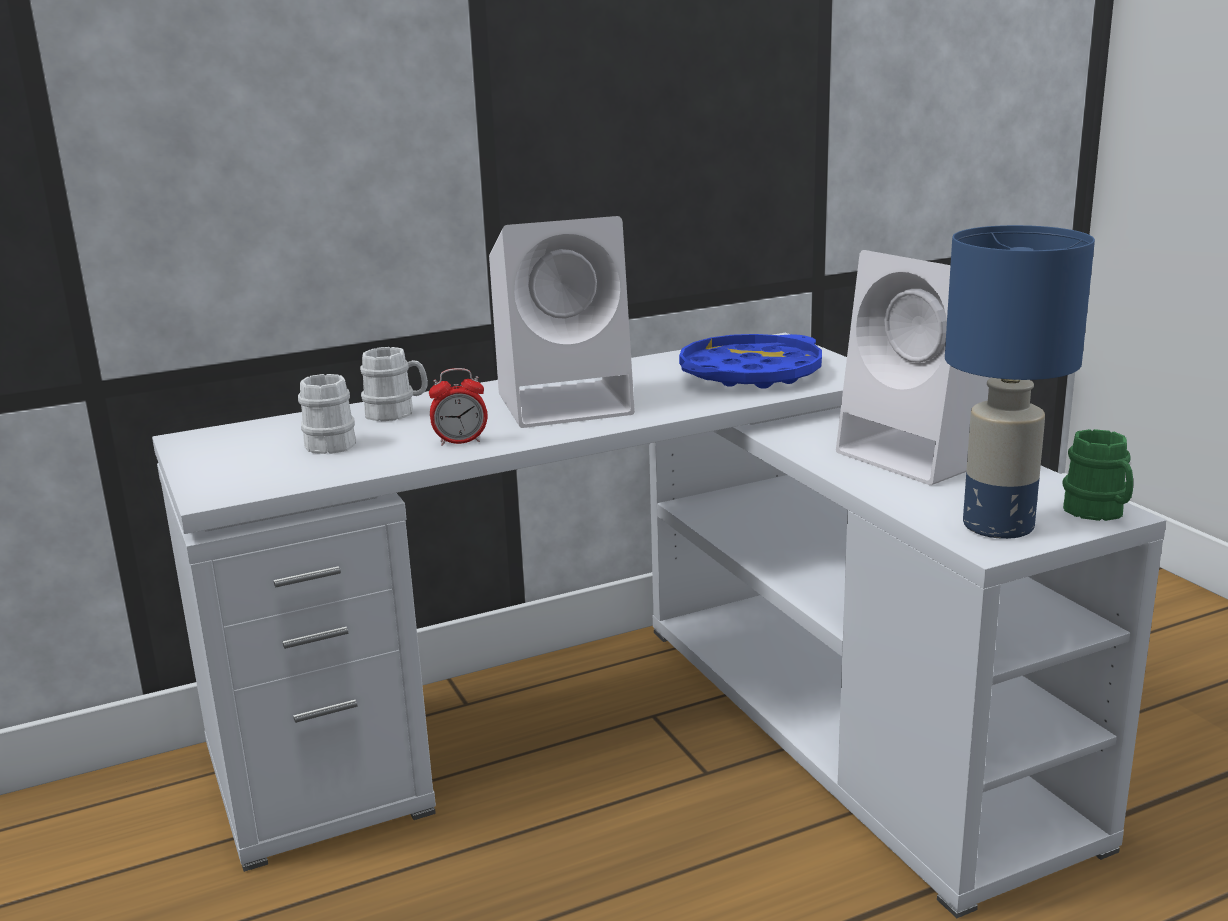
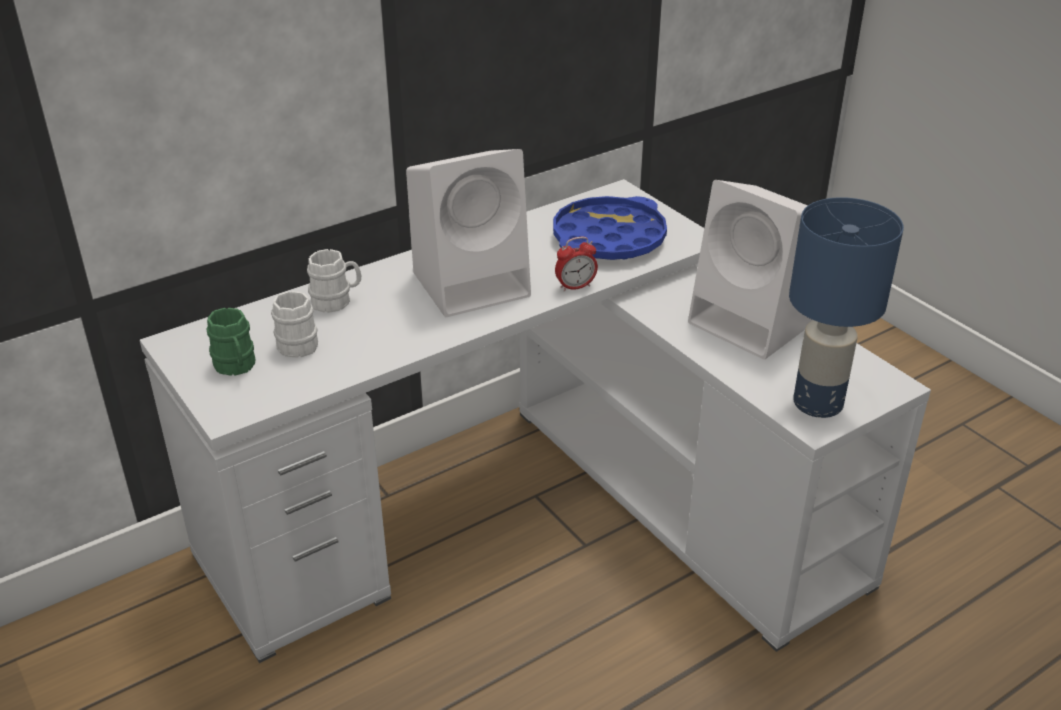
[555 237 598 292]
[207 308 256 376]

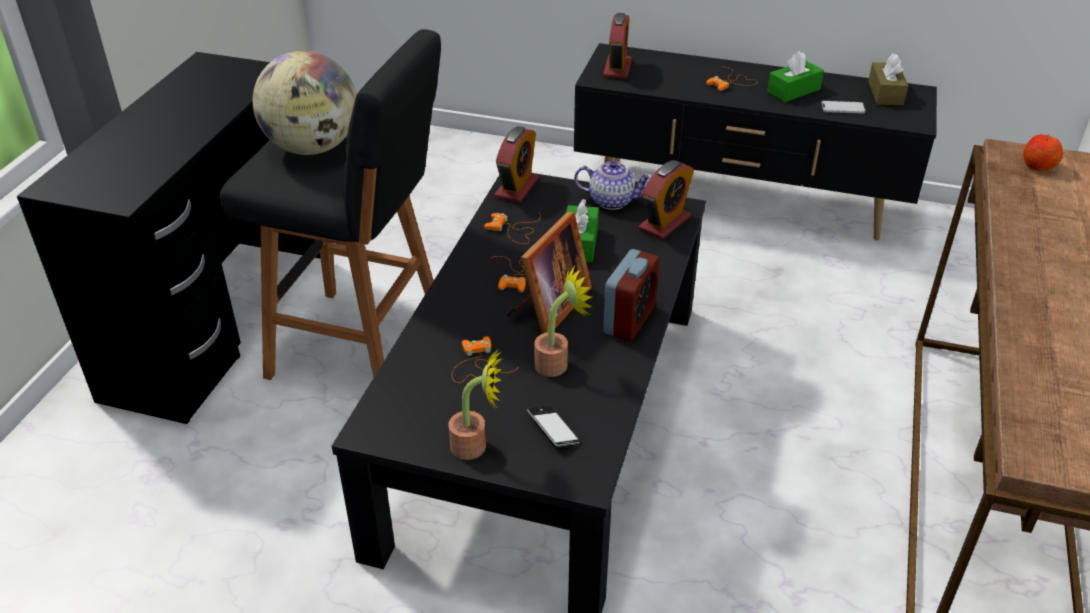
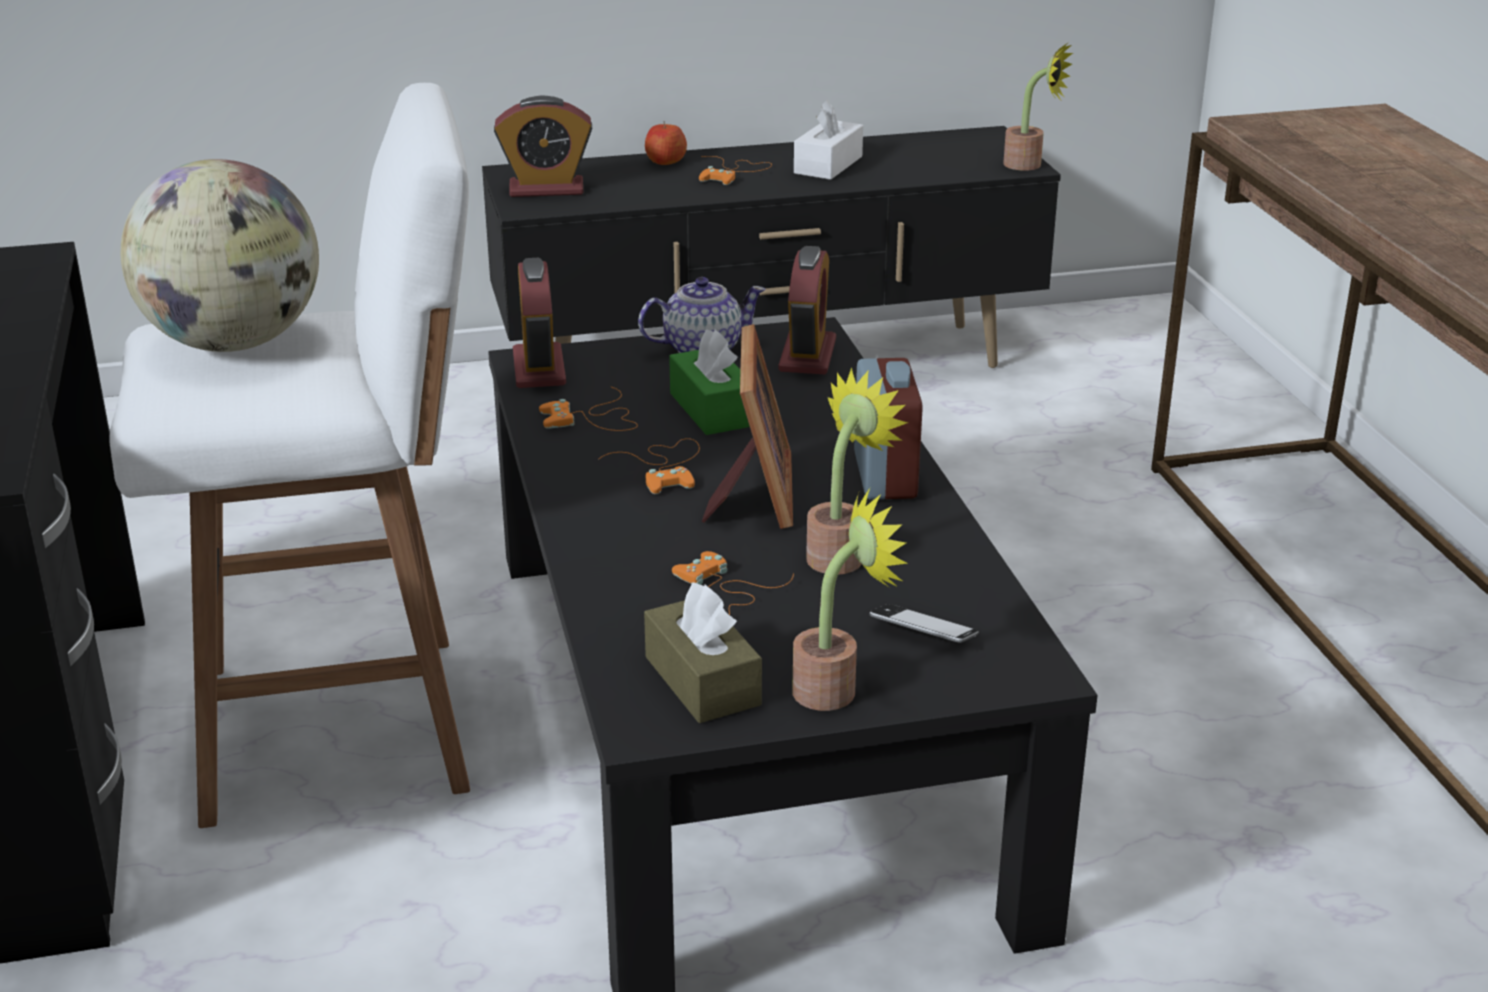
[821 101 866 114] (first image)
[1003 42 1073 171]
[644 583 762 723]
[645 122 687 165]
[109 83 470 828]
[794 99 863 180]
[494 95 592 197]

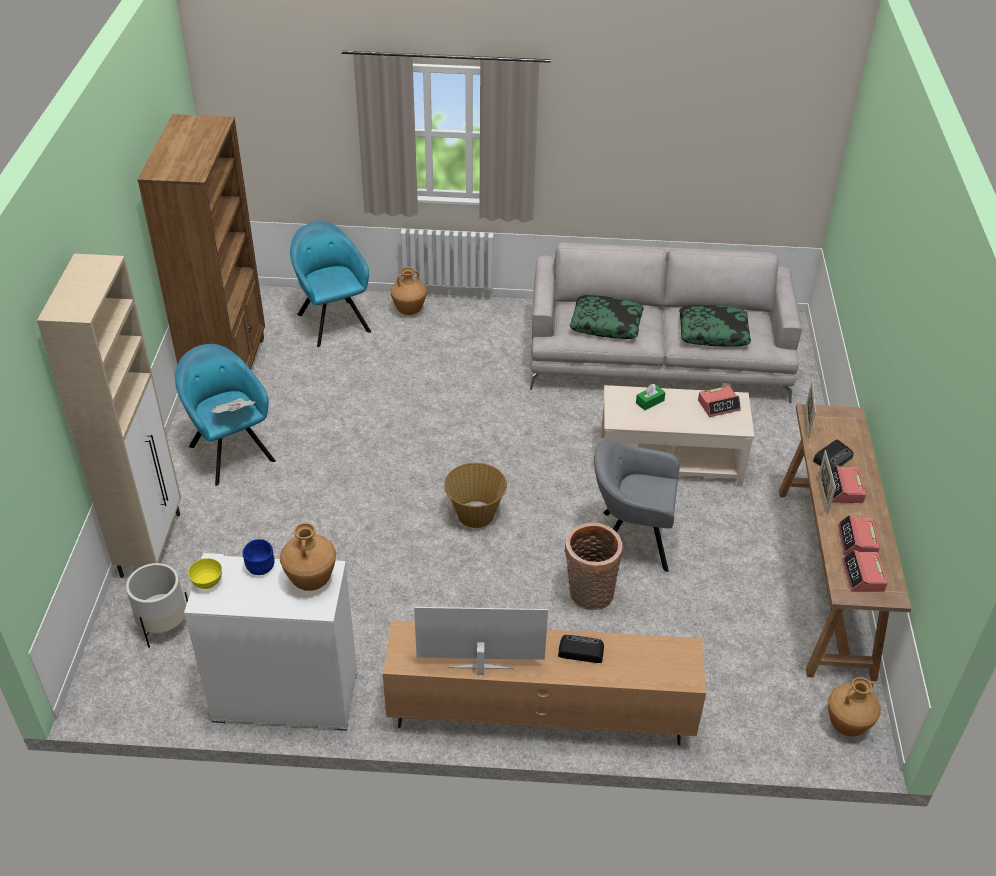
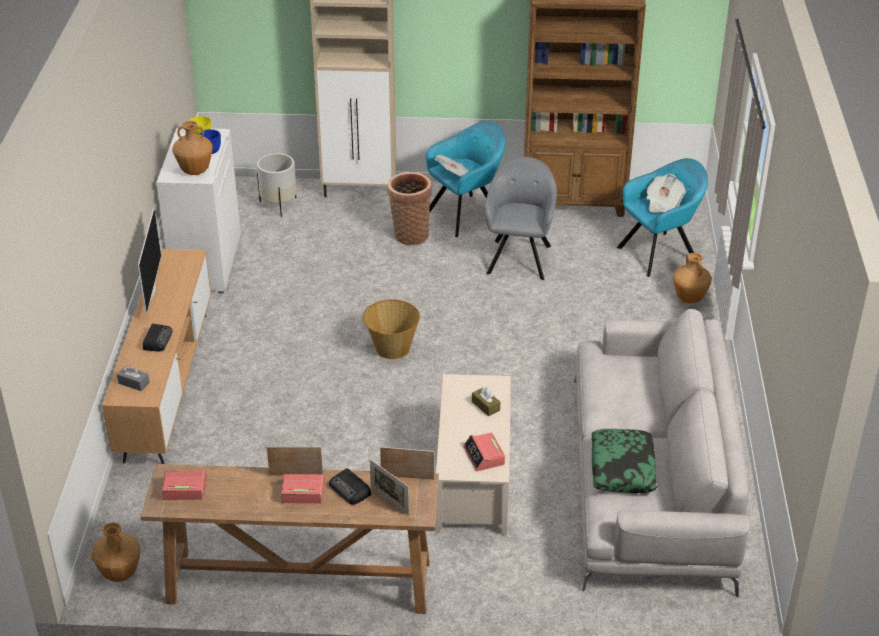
[570 295 644 339] (first image)
[838 515 880 555] (first image)
[117 366 150 391]
[370 459 409 515]
[646 174 686 213]
[387 172 432 245]
[484 157 557 280]
[472 387 500 416]

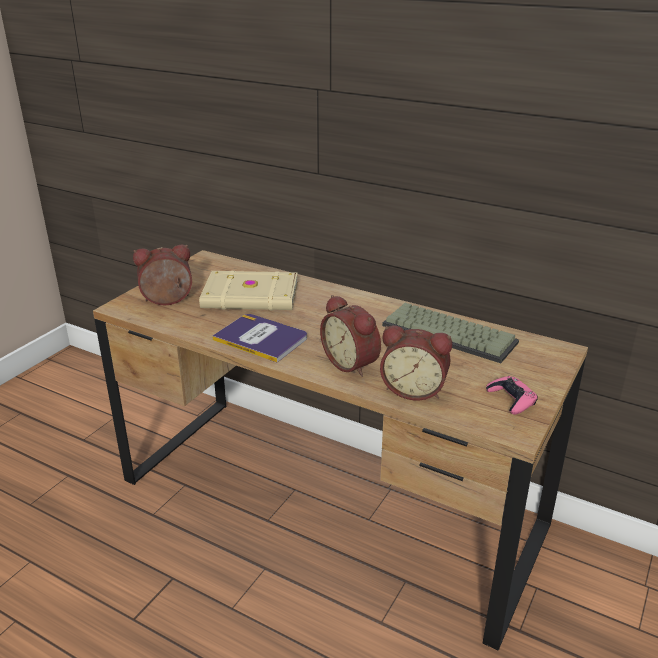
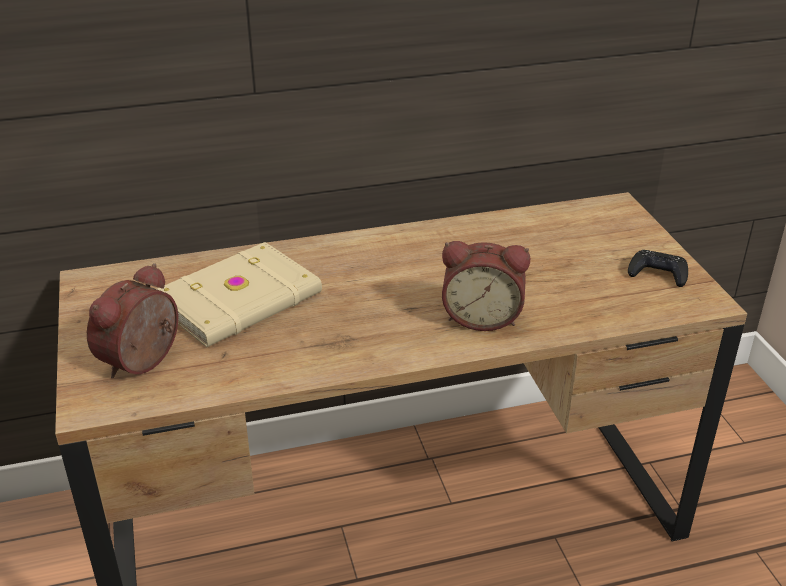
[212 314 307 363] (first image)
[380 325 452 401] (first image)
[382 303 519 363] (first image)
[628 250 688 287]

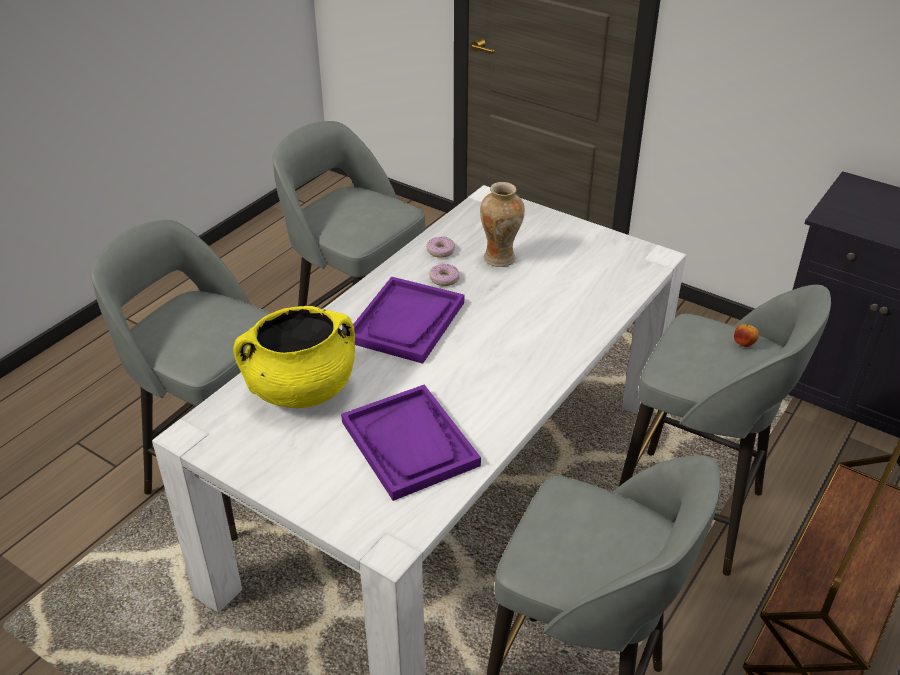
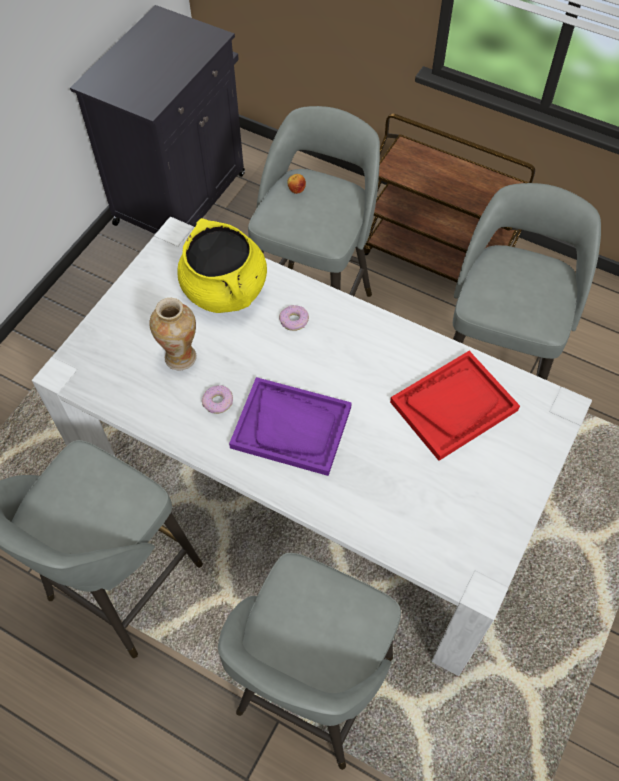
[177 218 267 313]
[279 305 309 331]
[390 351 520 461]

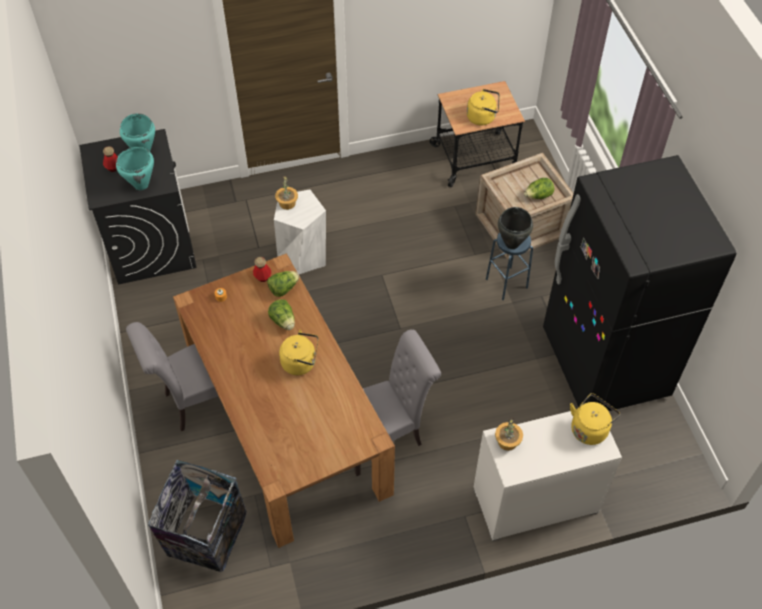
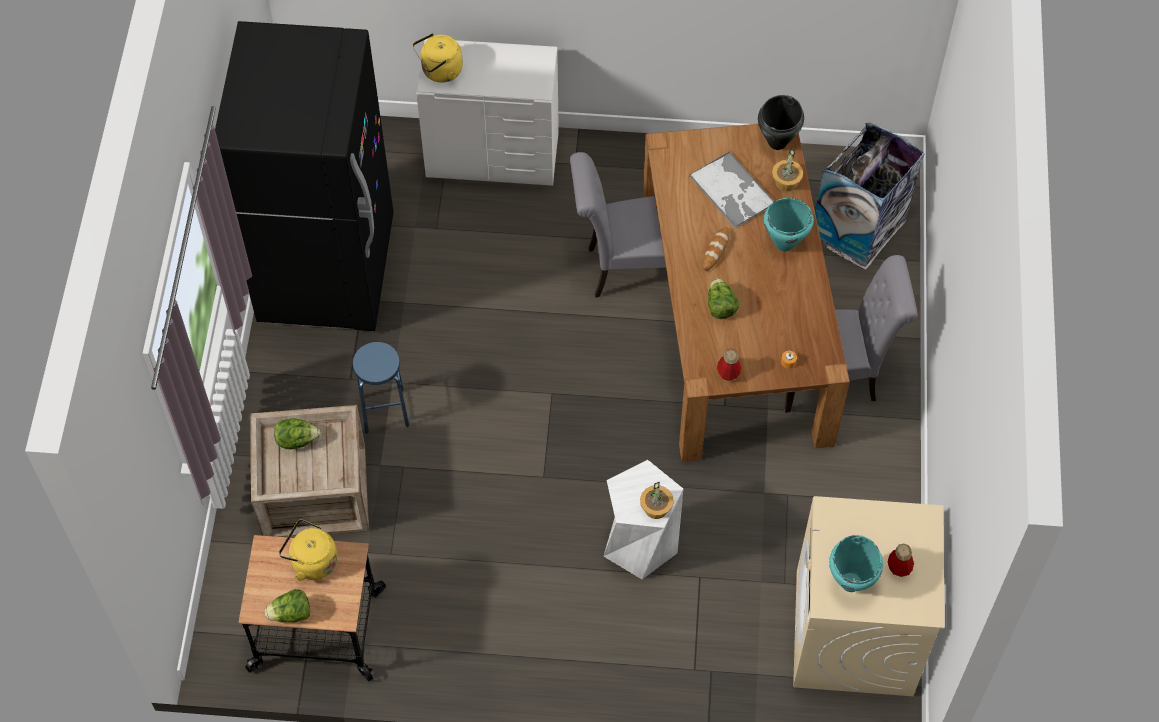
[689 151 774 229]
[764 198 814 252]
[265 589 310 622]
[772 148 803 192]
[758 95 804 150]
[702 227 730 271]
[793 496 945 696]

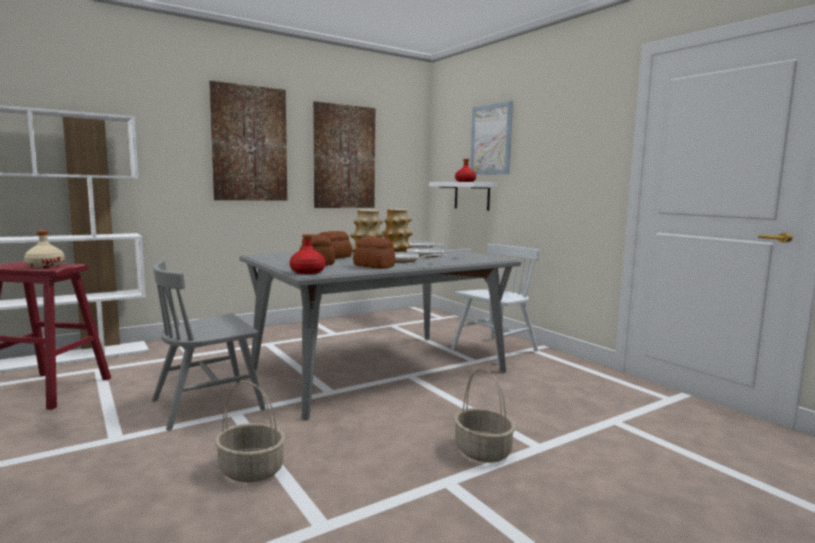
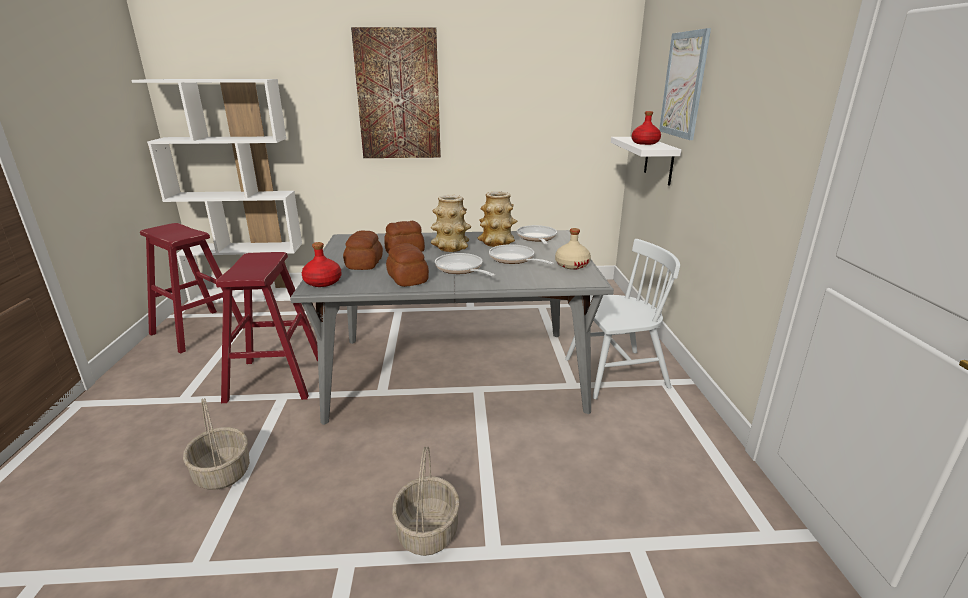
[313 101 375 208] (first image)
[555 228 591 270]
[216 252 318 403]

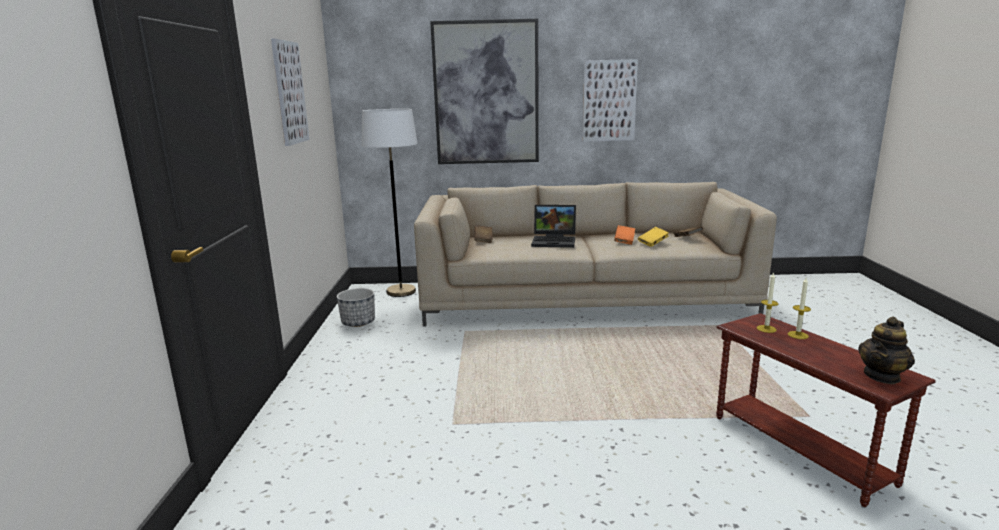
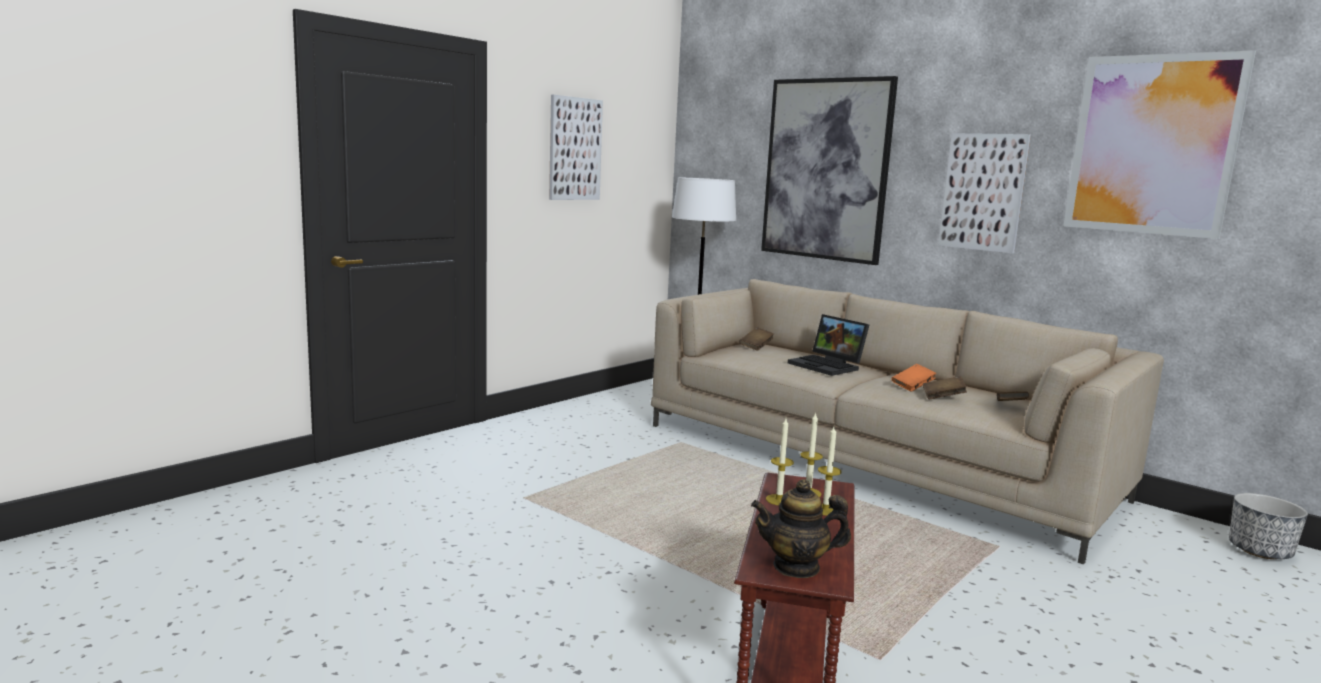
[766 418 794 505]
[1063 50 1256 239]
[1229 493 1308 559]
[923 376 967 399]

